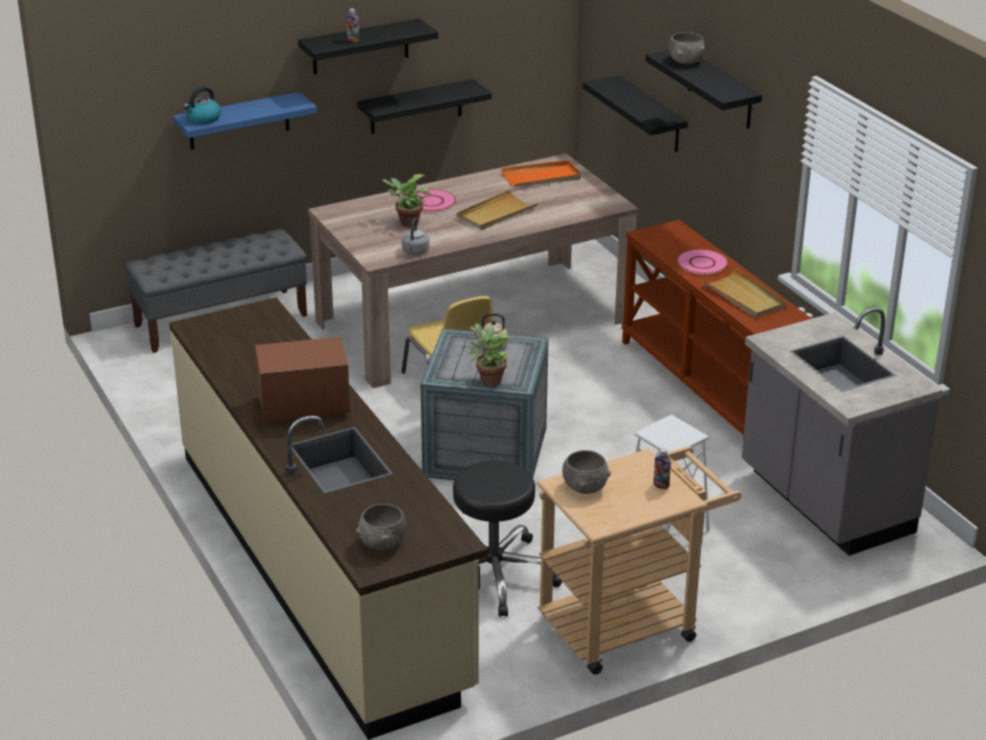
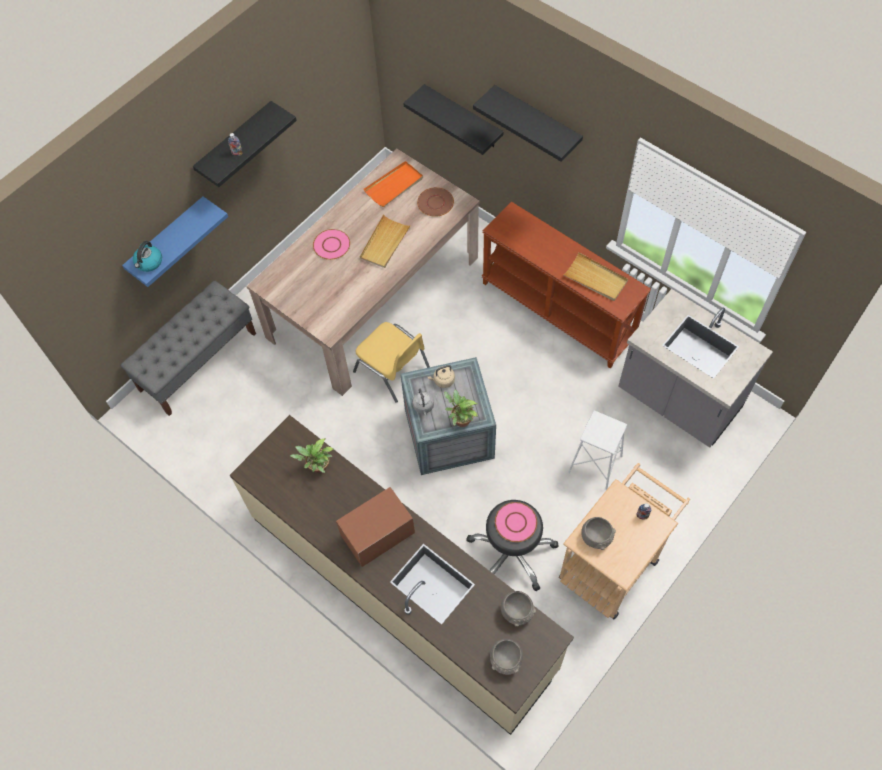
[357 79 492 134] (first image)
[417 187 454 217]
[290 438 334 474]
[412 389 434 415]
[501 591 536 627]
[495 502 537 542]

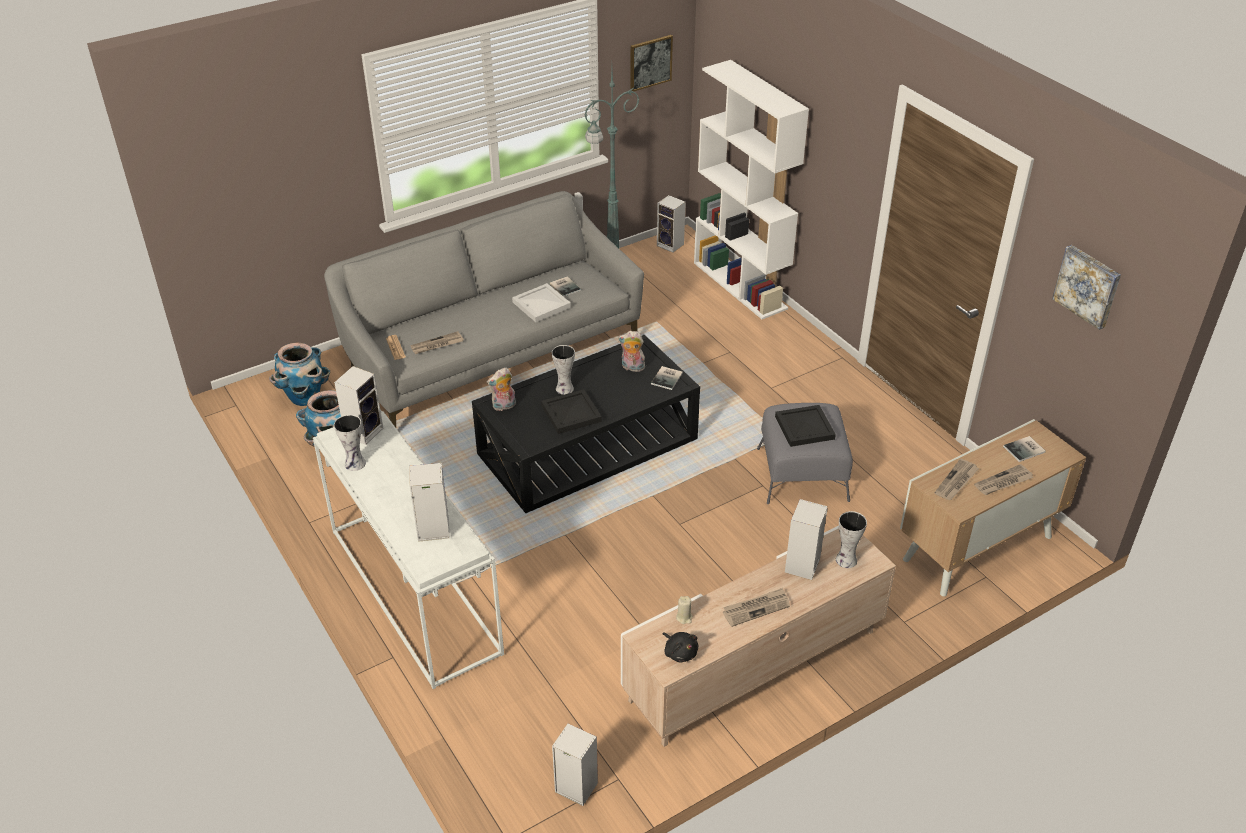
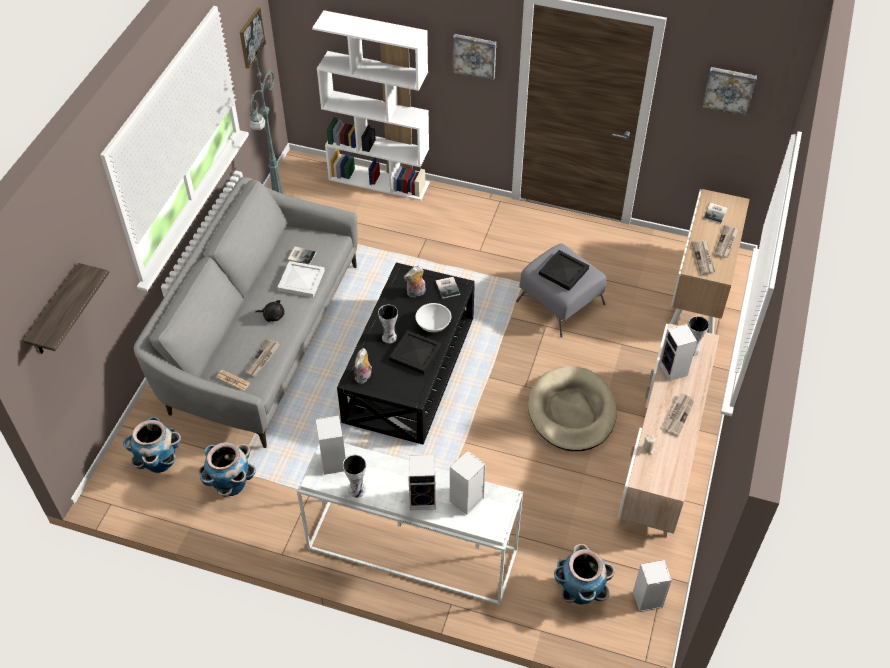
[23 263 109 354]
[415 303 451 333]
[453 34 496 81]
[528 366 617 451]
[554 544 615 604]
[408 455 436 510]
[256 300 285 322]

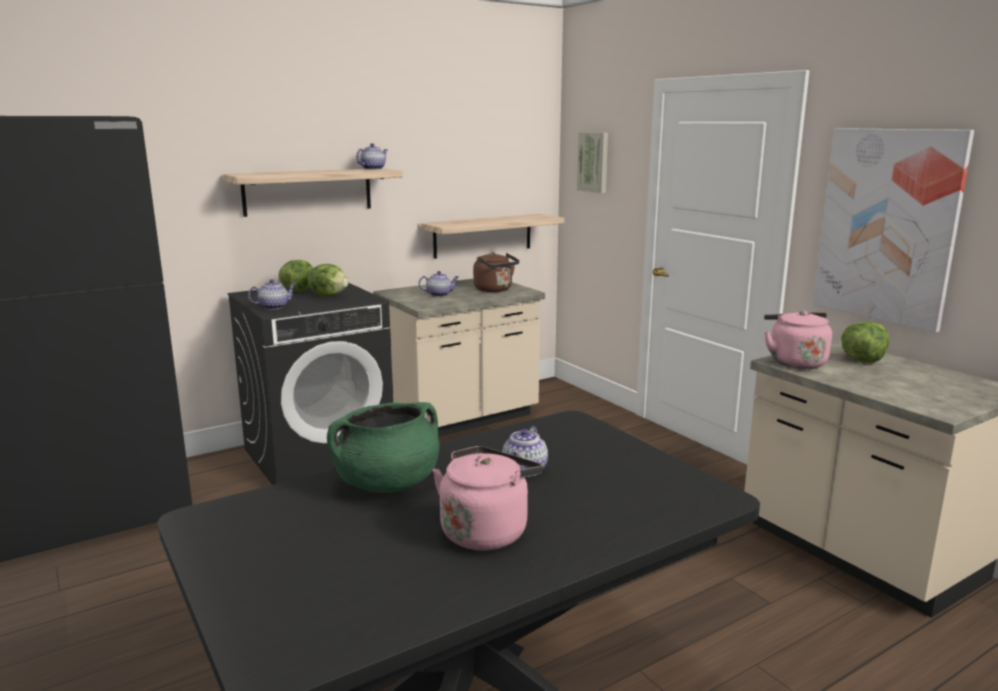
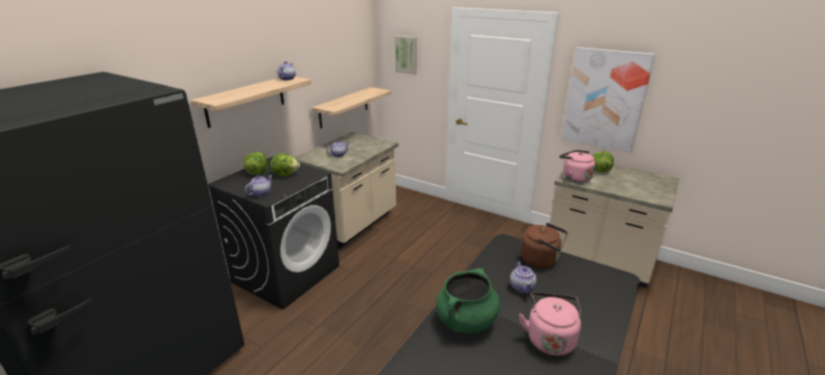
[520 223 568 268]

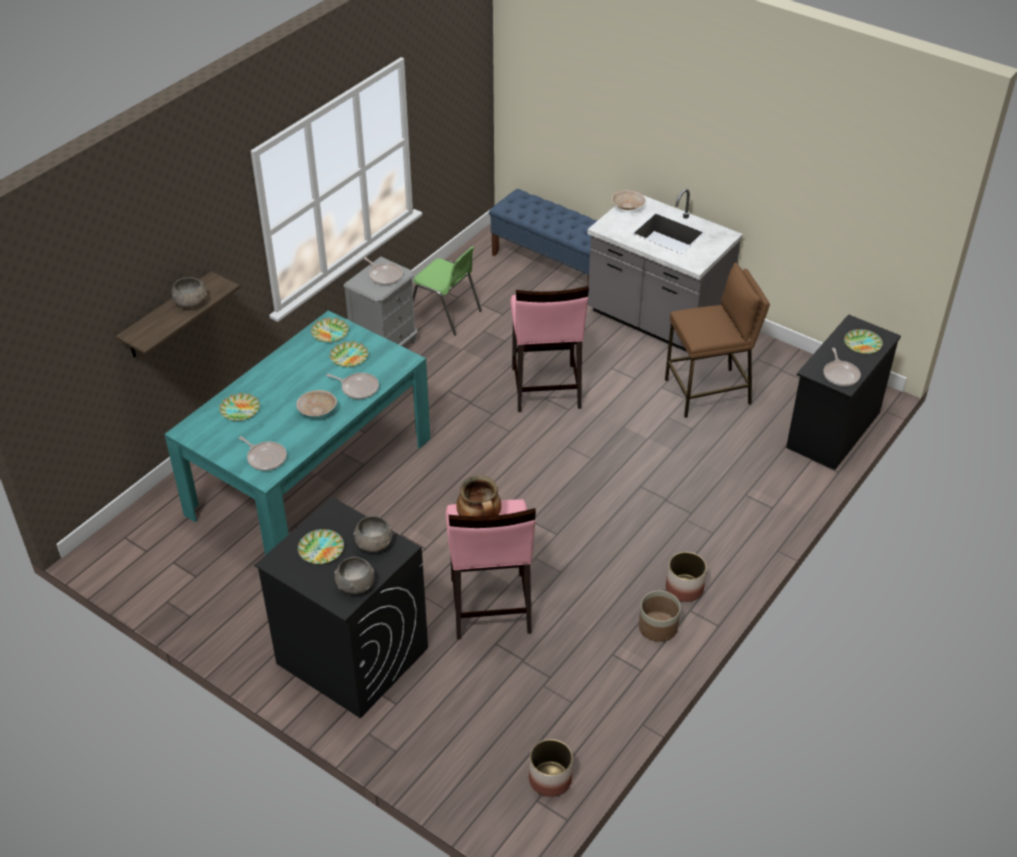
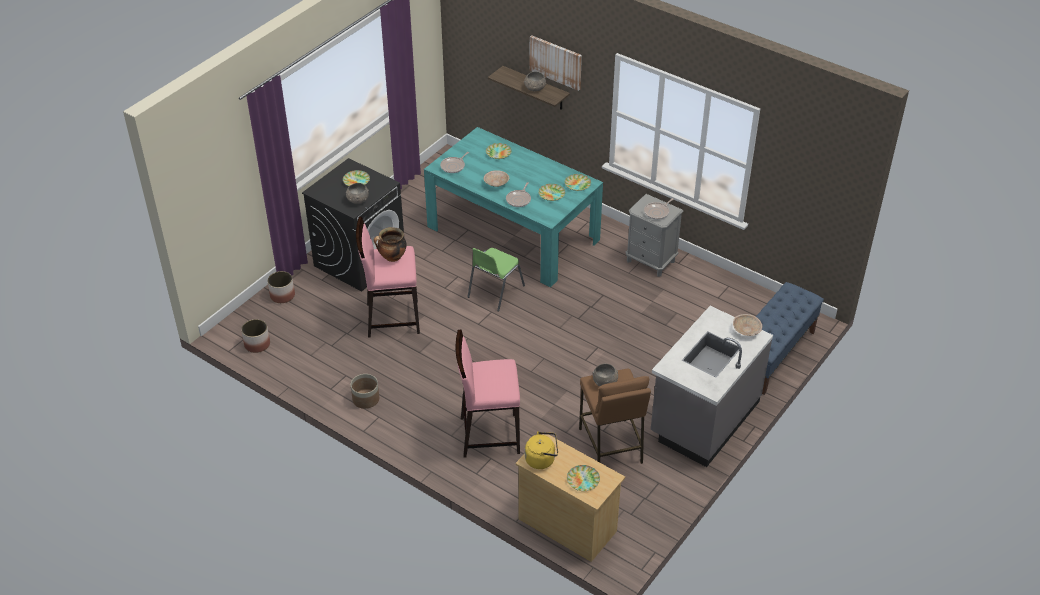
[529 35 582 91]
[593 363 618 386]
[468 248 525 312]
[456 329 520 458]
[267 271 295 303]
[525 431 558 469]
[516 434 625 562]

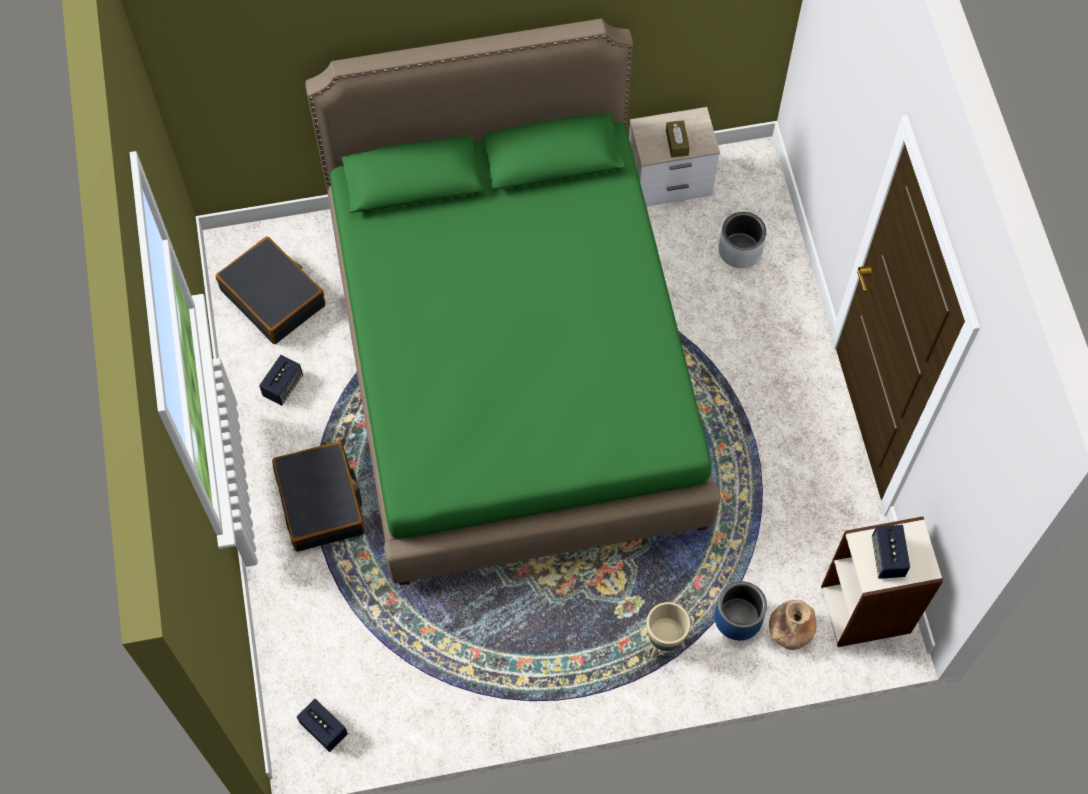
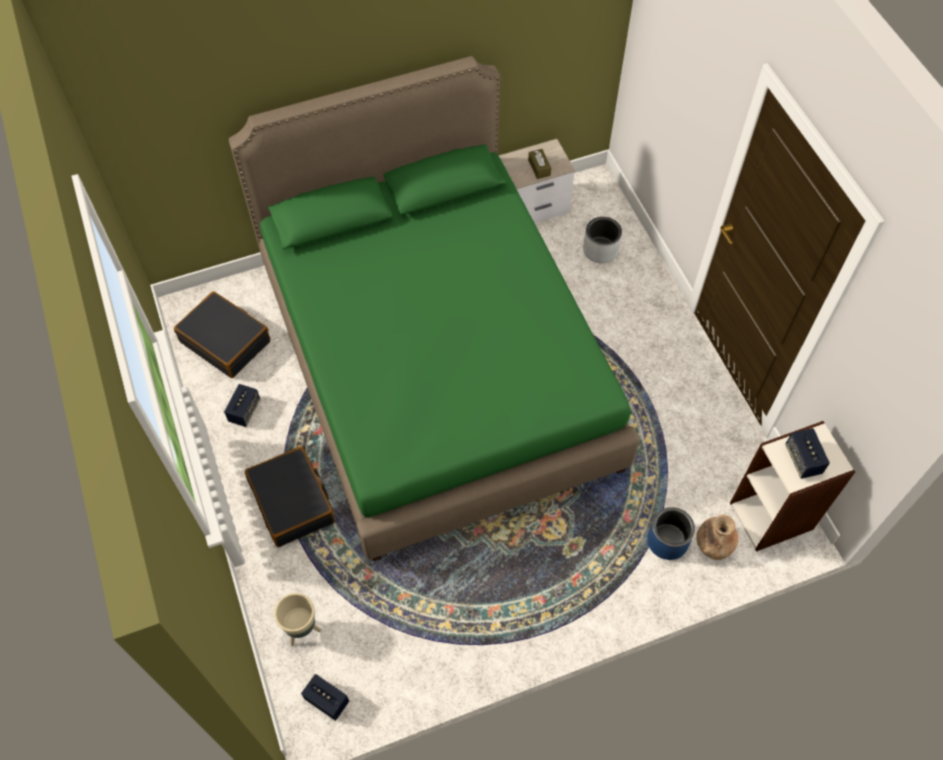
[274 593 321 646]

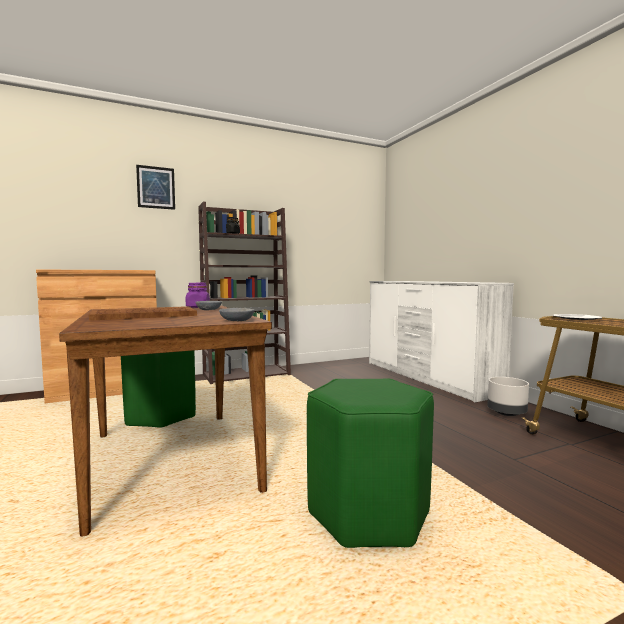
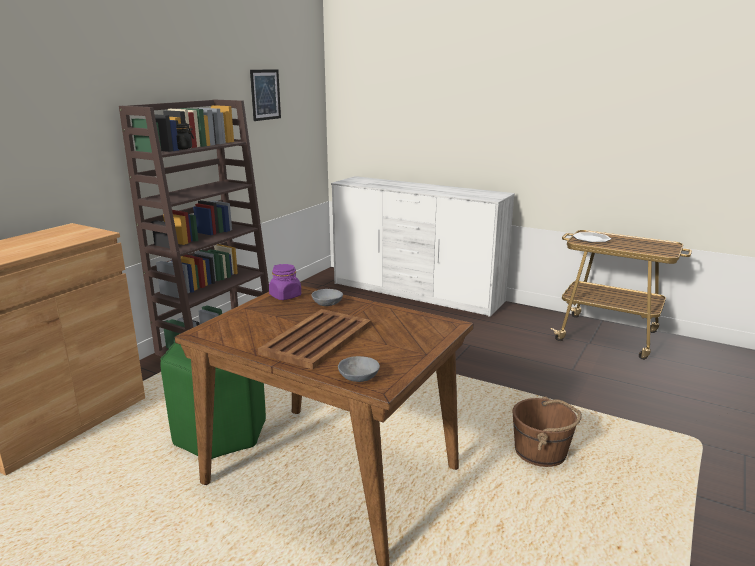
[487 377 529 416] (first image)
[250 69 281 121]
[338 356 380 382]
[512 397 582 467]

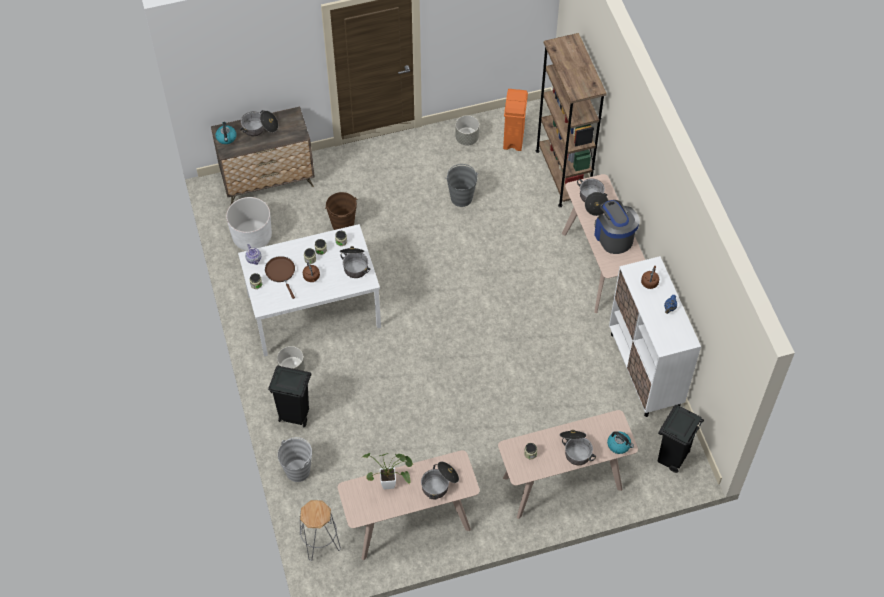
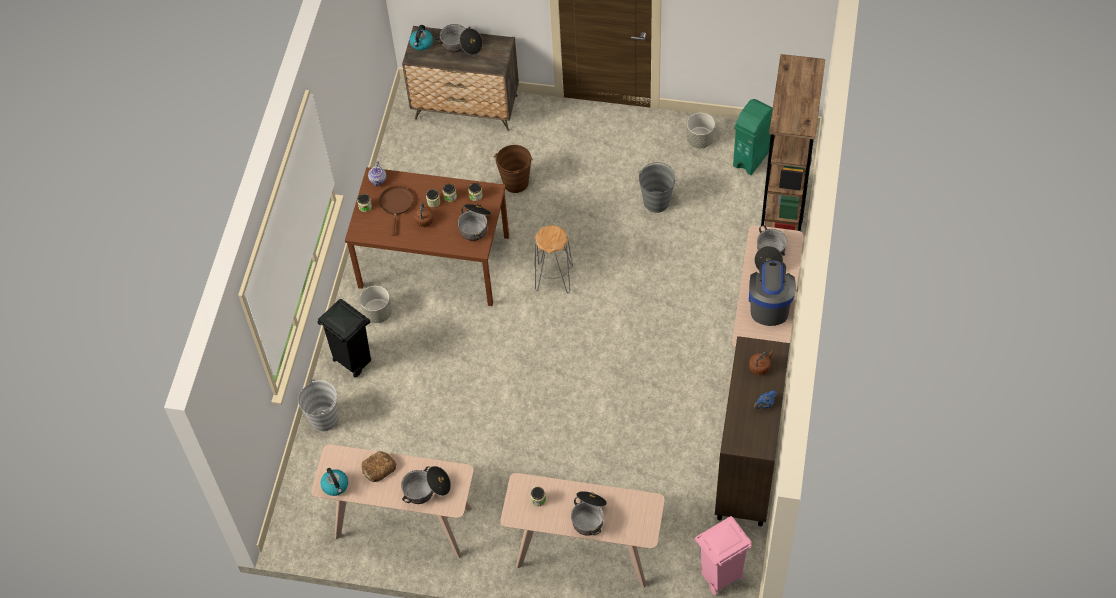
[226 197 272 251] (first image)
[534 225 573 293]
[321 468 348 496]
[362 451 396 482]
[345 167 509 306]
[733 99 773 175]
[715 336 790 526]
[695 516 752 595]

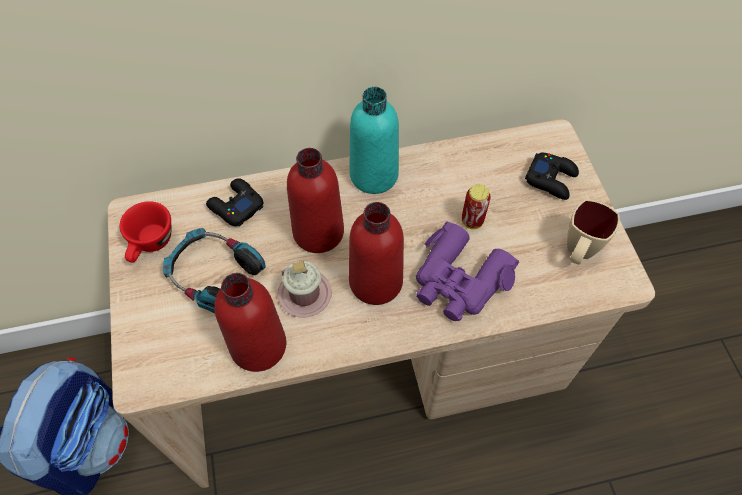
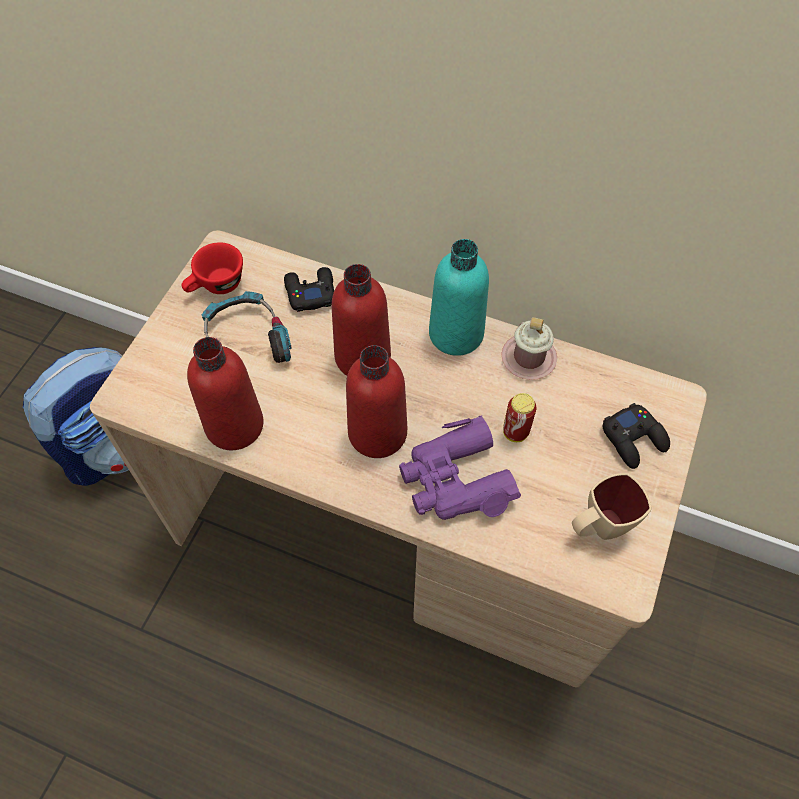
[501 317 557 380]

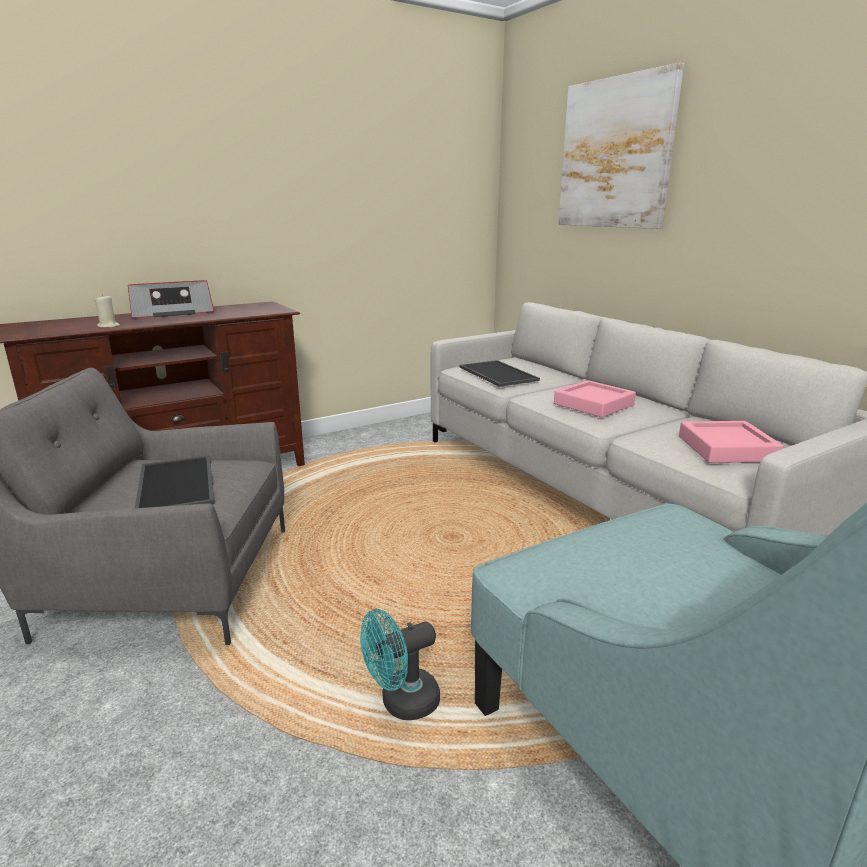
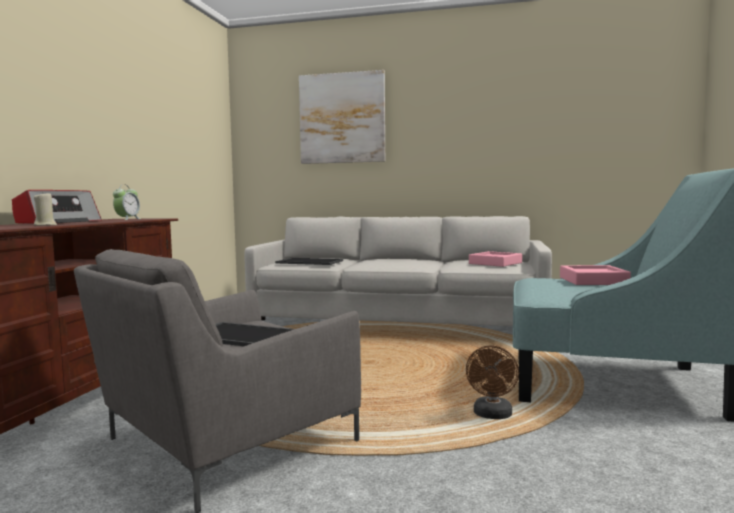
[113 184 140 220]
[560 265 631 285]
[466 346 519 419]

